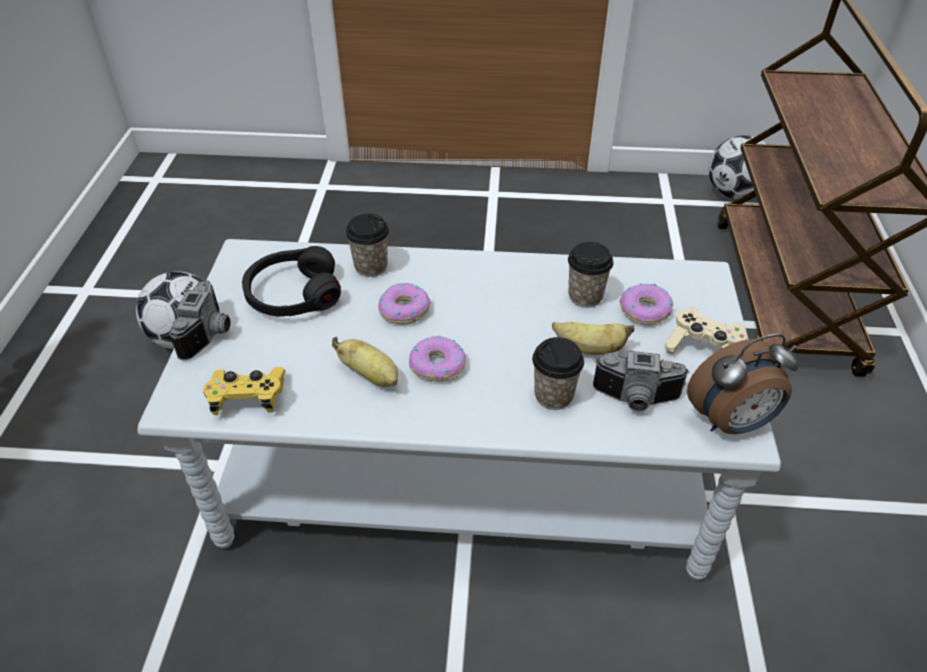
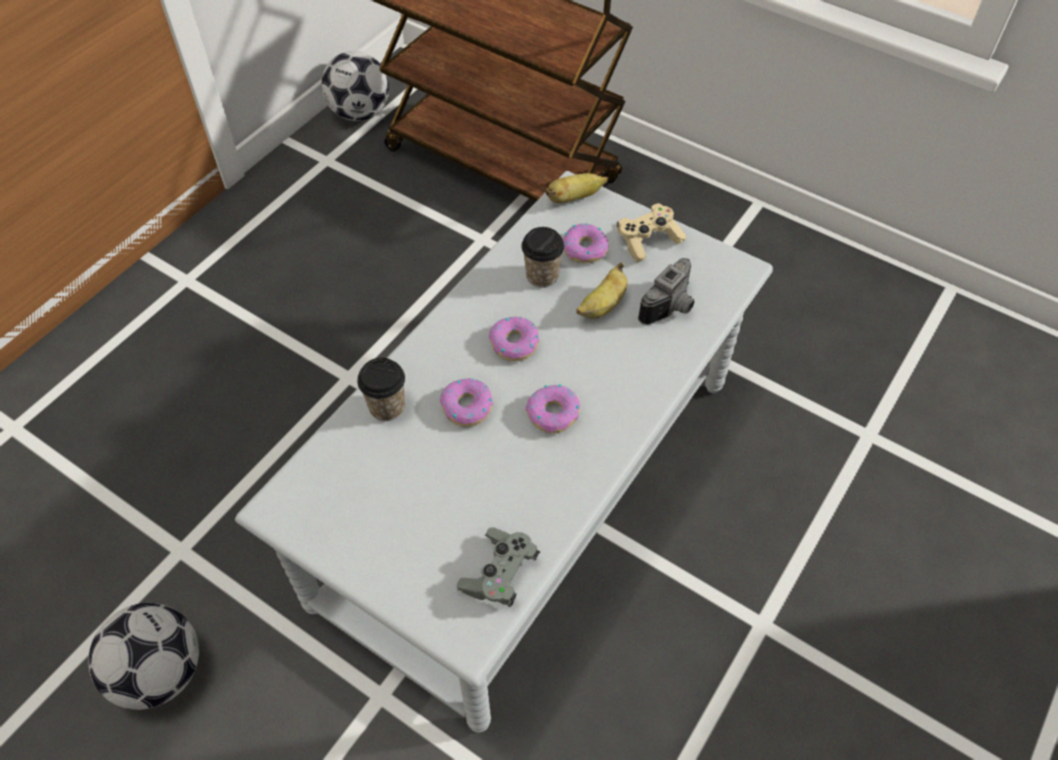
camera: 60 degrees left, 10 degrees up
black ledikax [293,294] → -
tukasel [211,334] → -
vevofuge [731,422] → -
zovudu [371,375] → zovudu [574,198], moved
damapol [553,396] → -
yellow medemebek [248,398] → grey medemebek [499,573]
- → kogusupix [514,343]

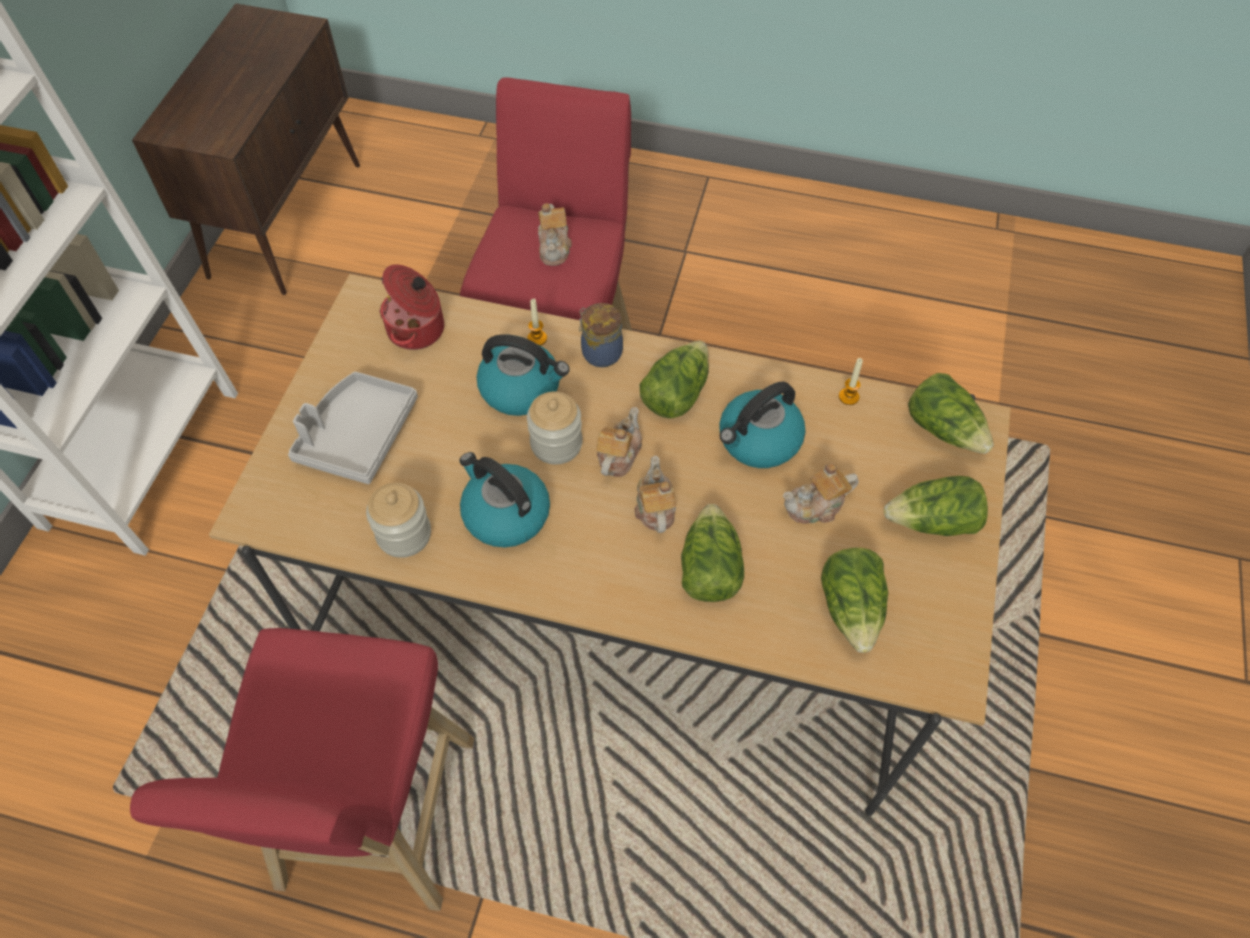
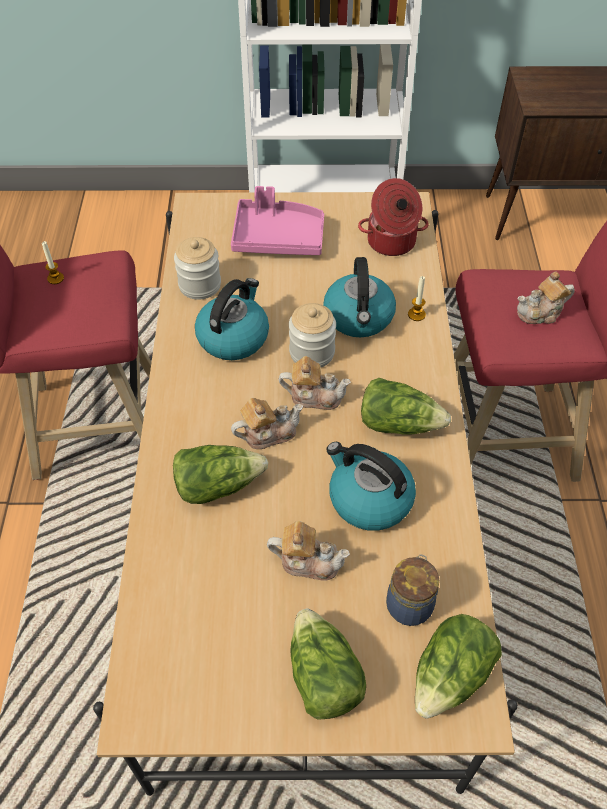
camera: 75 degrees right, 5 degrees down
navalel [600,352] → navalel [410,603], moved
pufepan [848,397] → pufepan [55,278], moved
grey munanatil [357,436] → pink munanatil [278,238]
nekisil [816,506] → nekisil [308,561], 135 degrees clockwise
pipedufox [852,608] → -

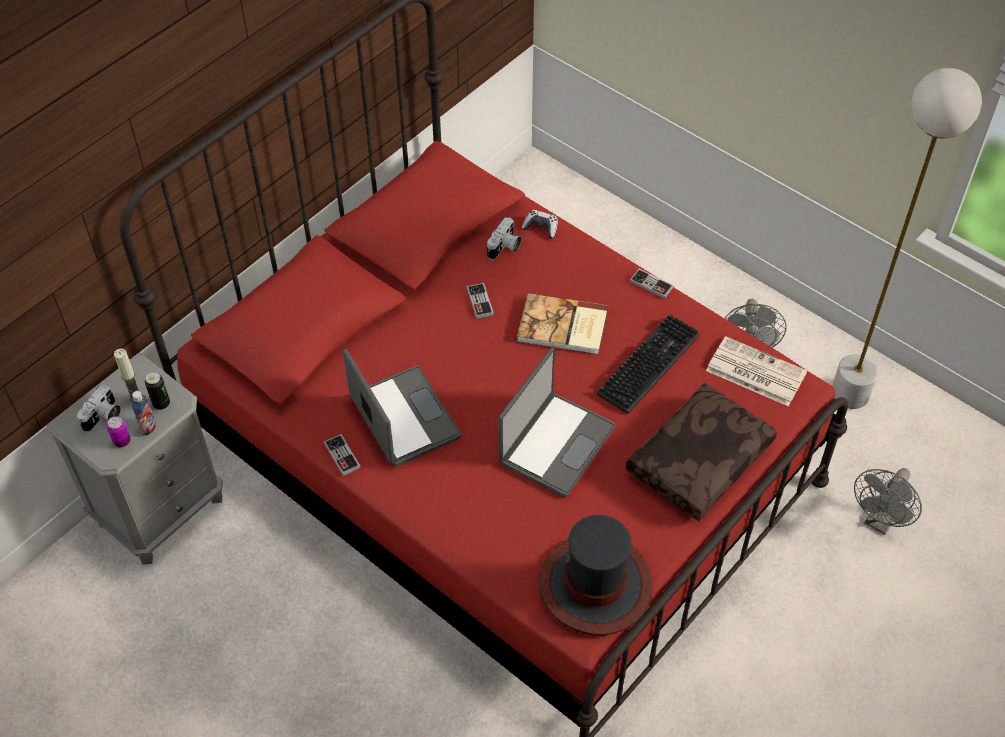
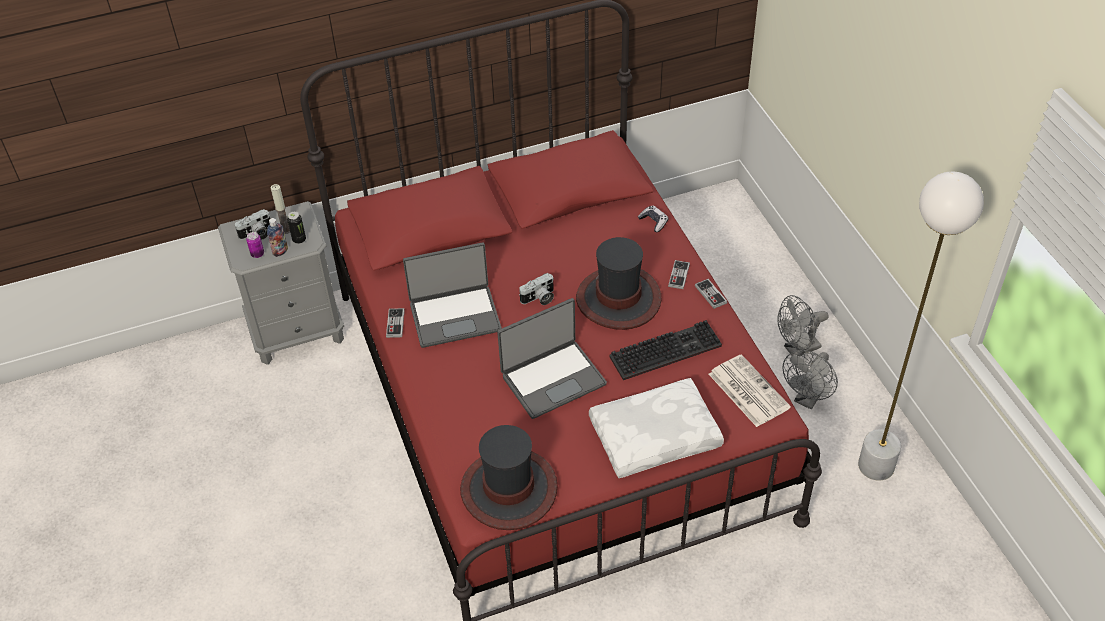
camera: 30 degrees right, 5 degrees down
tukasel [505,248] → tukasel [539,298], moved
medemebek [480,302] → medemebek [679,275], moved
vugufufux [563,327] → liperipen [619,299]
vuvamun [402,418] → vuvamun [455,316], 75 degrees clockwise
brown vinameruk [698,458] → white vinameruk [655,435]
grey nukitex [880,521] → grey nukitex [797,350], moved

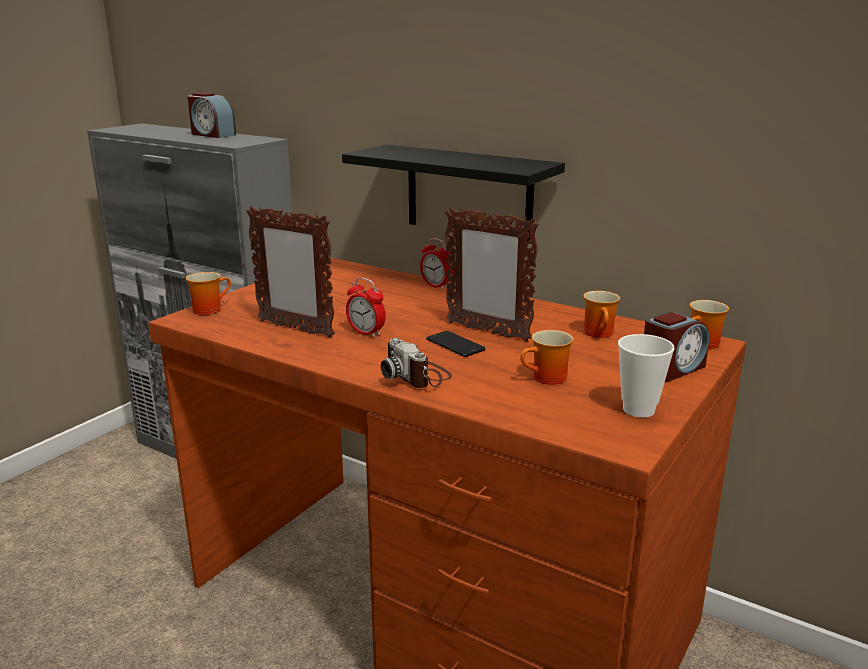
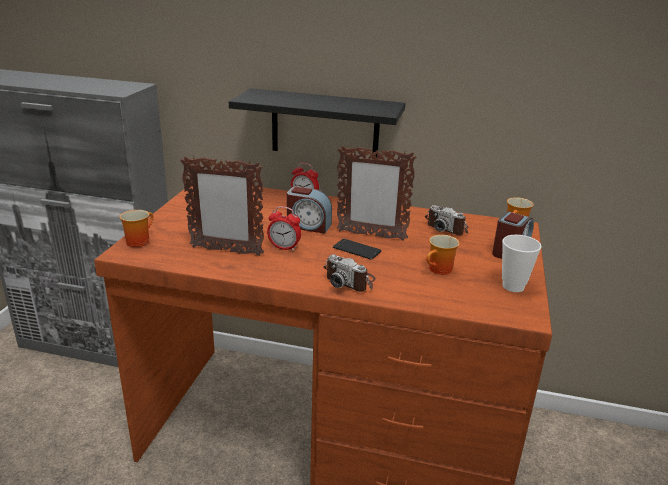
camera: 20 degrees left, 5 degrees up
vevofuge [212,134] → vevofuge [308,226], moved
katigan [601,334] → tukasel [447,227]

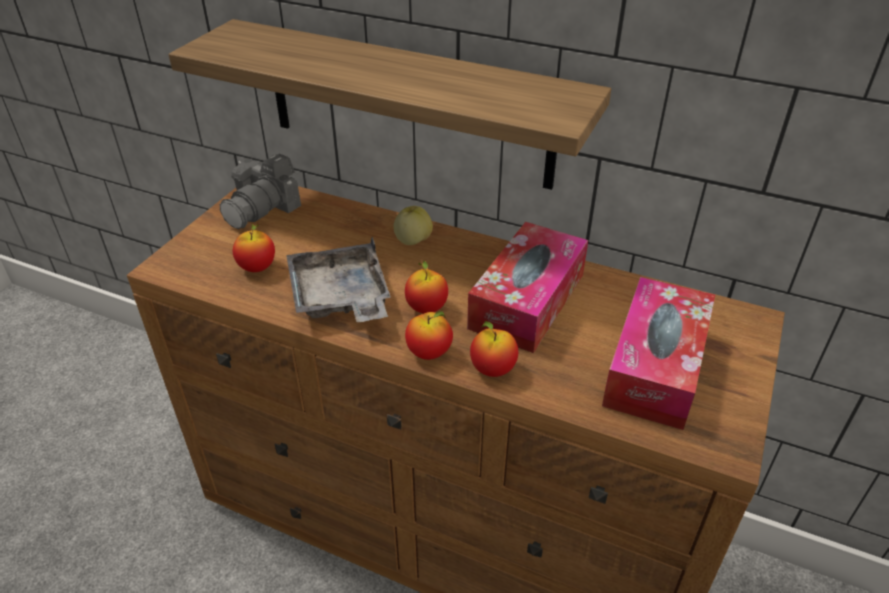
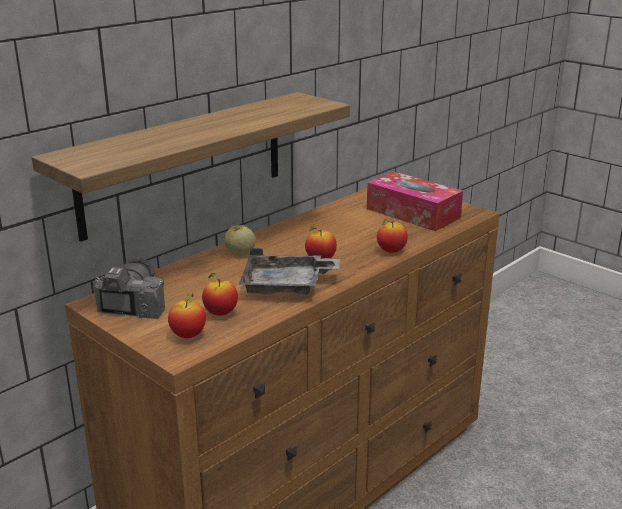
camera: 70 degrees left, 15 degrees down
tukasel [263,208] → tukasel [132,303], 135 degrees counterclockwise
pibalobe [527,301] → -
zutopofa [429,353] → zutopofa [188,335], moved

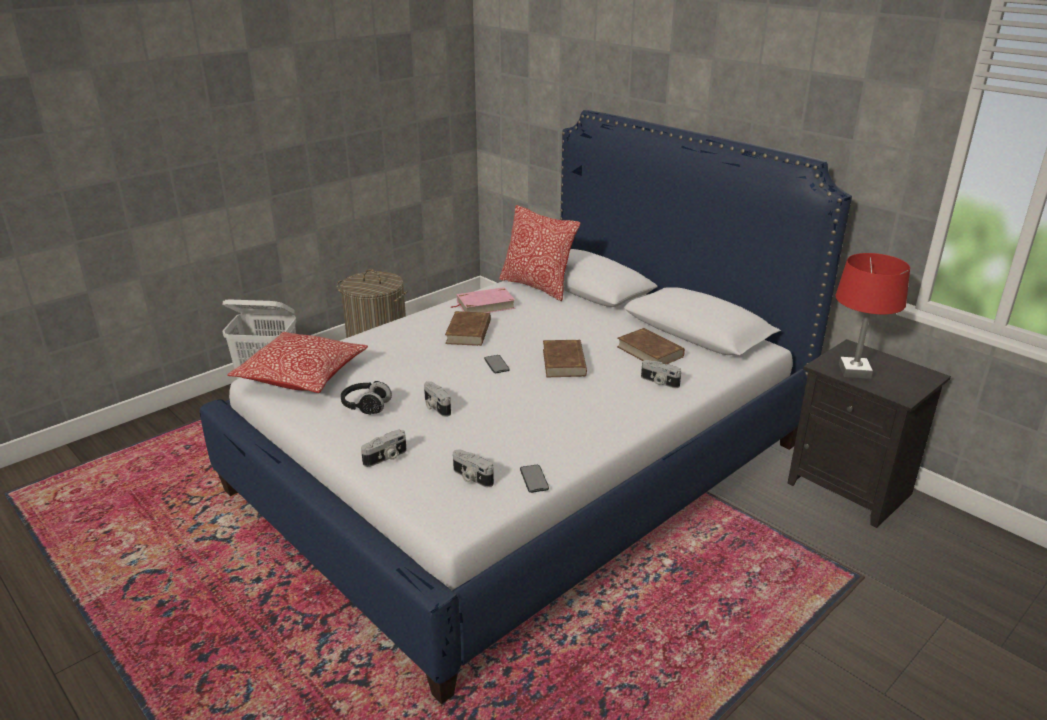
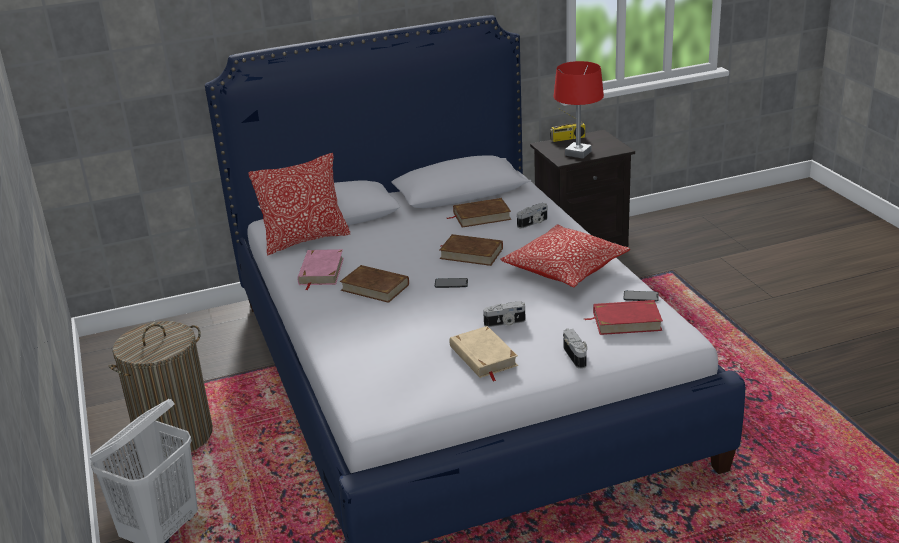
camera: 65 degrees left, 0 degrees up
vinameruk [302,376] → vinameruk [565,269], moved
black ledikax [366,407] → beige vugufufux [483,357]
tukasel [471,477] → red vugufufux [626,321]
- → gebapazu [567,138]

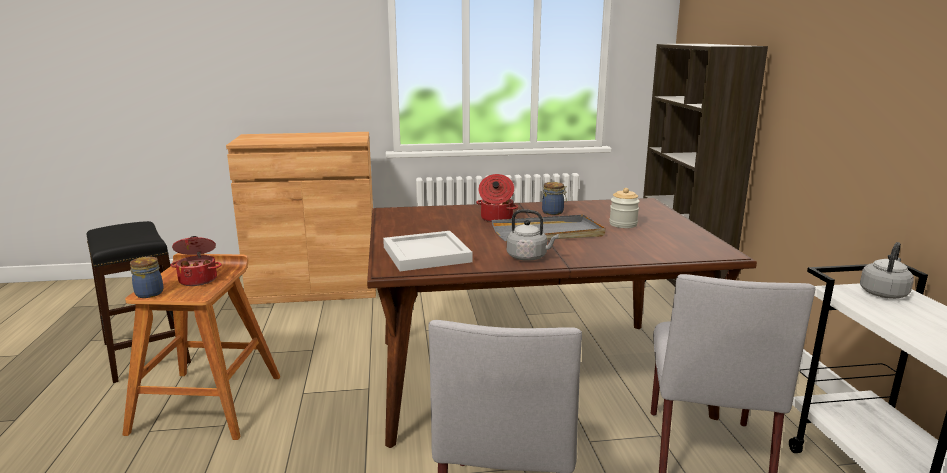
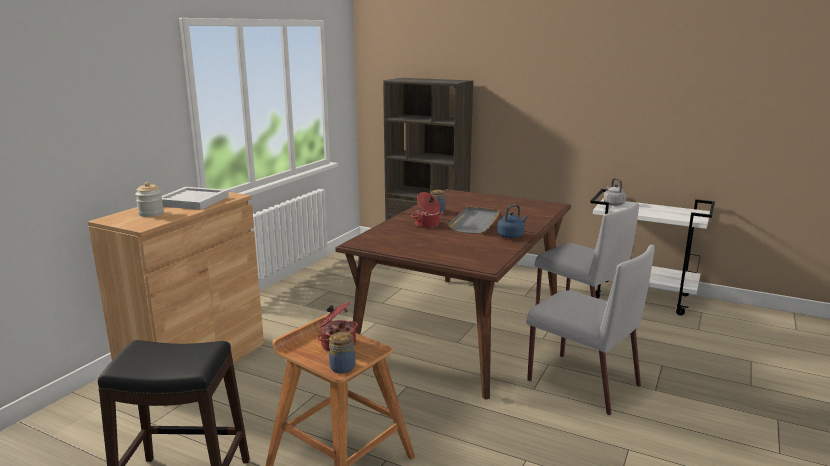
camera: 55 degrees left, 0 degrees up
navalel [623,224] → navalel [151,213], moved
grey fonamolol [529,257] → blue fonamolol [511,236]
white munanatil [428,254] → white munanatil [194,201], moved

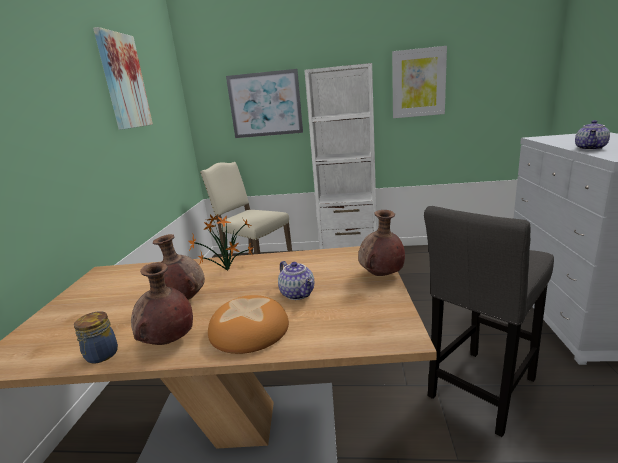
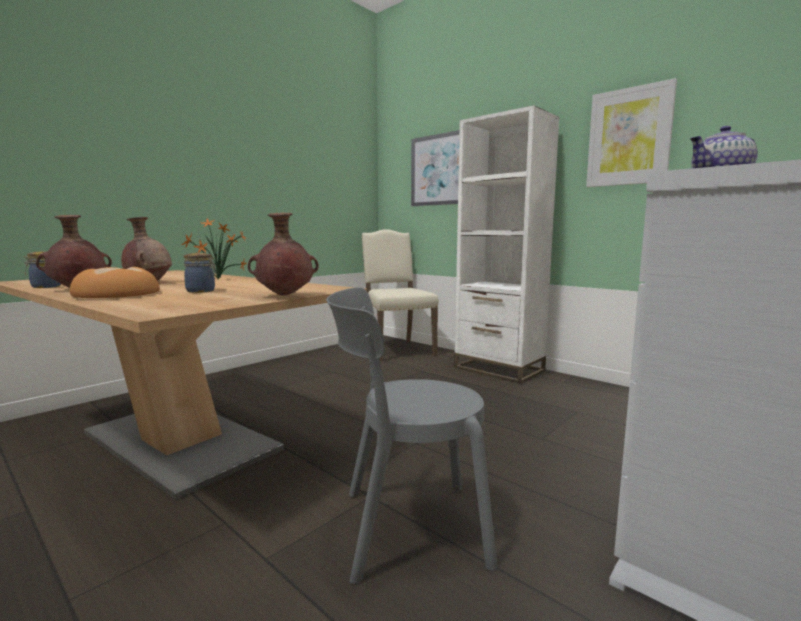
camera: 35 degrees right, 10 degrees down
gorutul [123,81] → -
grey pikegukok [480,391] → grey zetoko [404,527]
nekisil [298,294] → navalel [202,291]

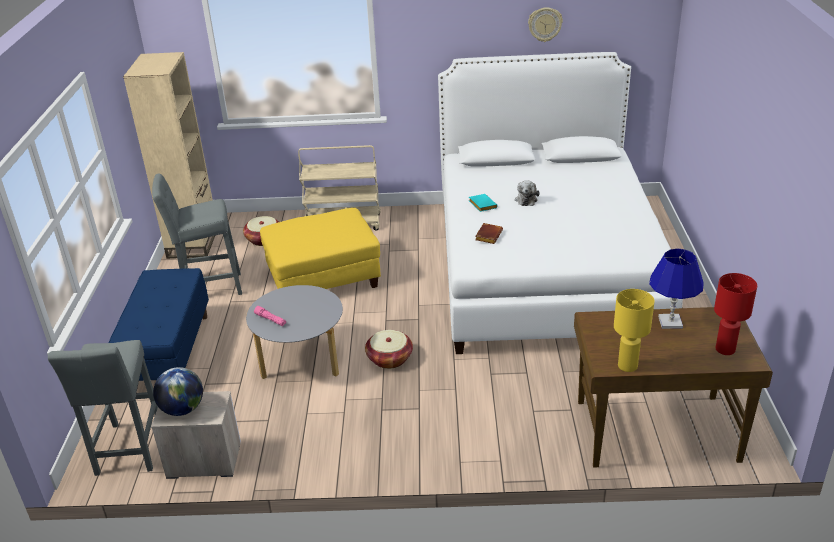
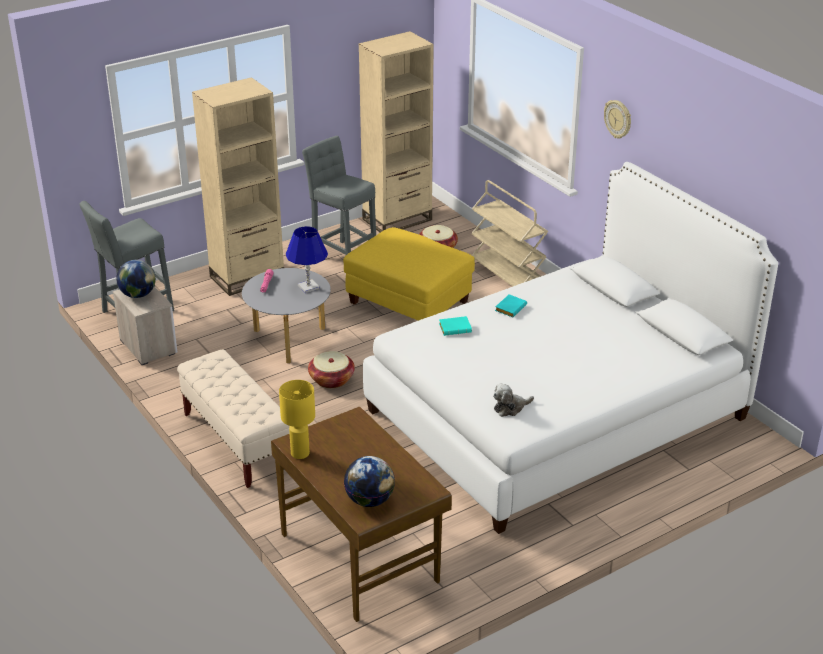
camera: 55 degrees right, 0 degrees up
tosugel [545,24] → tosugel [618,119], moved
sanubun [526,199] → sanubun [510,408], moved
brown vugufufux [488,235] → turquoise vugufufux [455,328]
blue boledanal [670,322] → blue boledanal [308,287], moved
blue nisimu [168,353] → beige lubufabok [247,277]
red boledanal [725,349] → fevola [370,501]
- → beige nisimu [237,441]

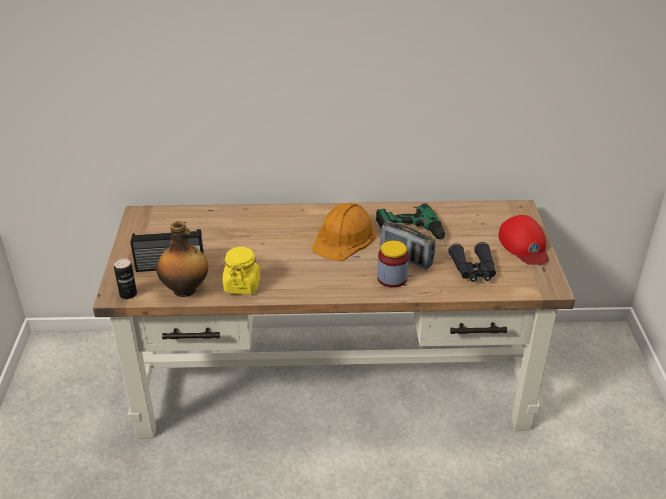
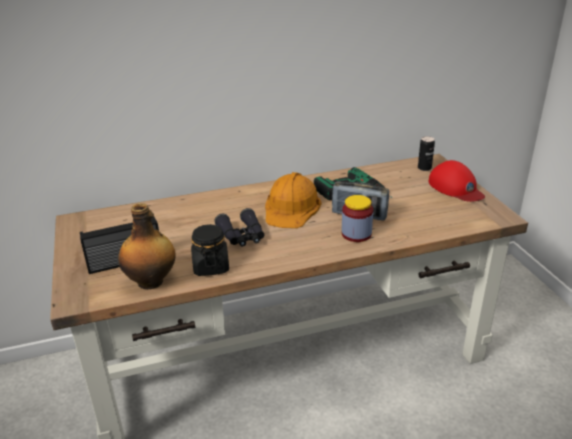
camera: 15 degrees left, 5 degrees down
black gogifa [473,270] → black gogifa [242,236], moved
yellow navalel [242,285] → black navalel [211,266]
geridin [128,294] → geridin [424,168], moved

